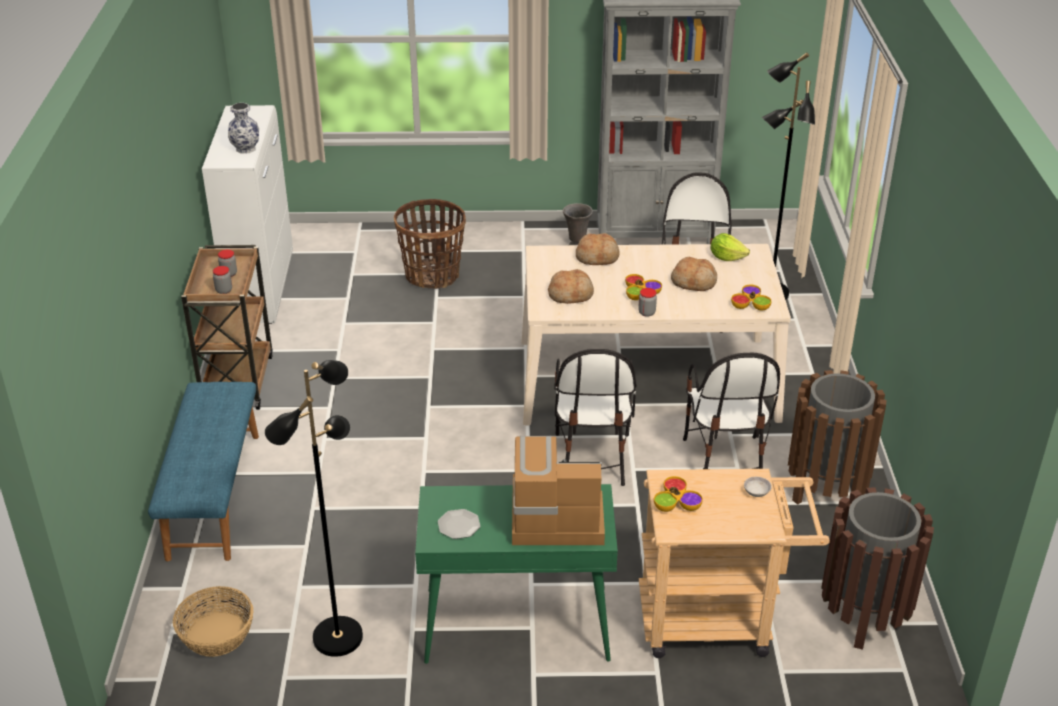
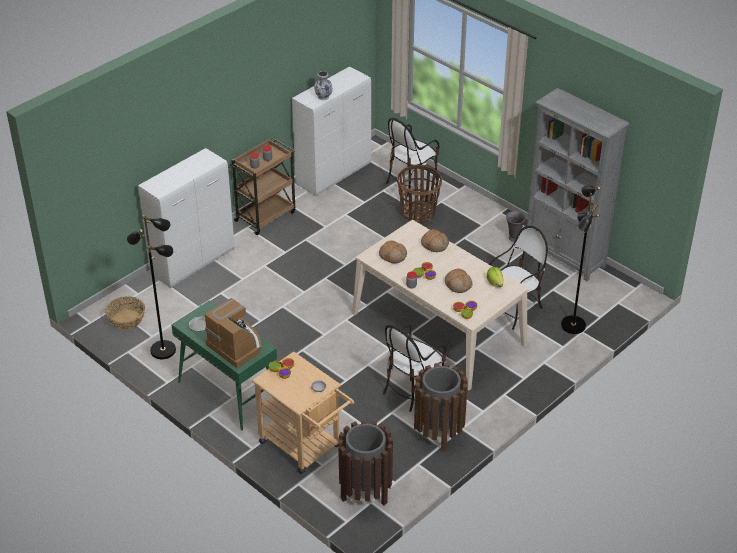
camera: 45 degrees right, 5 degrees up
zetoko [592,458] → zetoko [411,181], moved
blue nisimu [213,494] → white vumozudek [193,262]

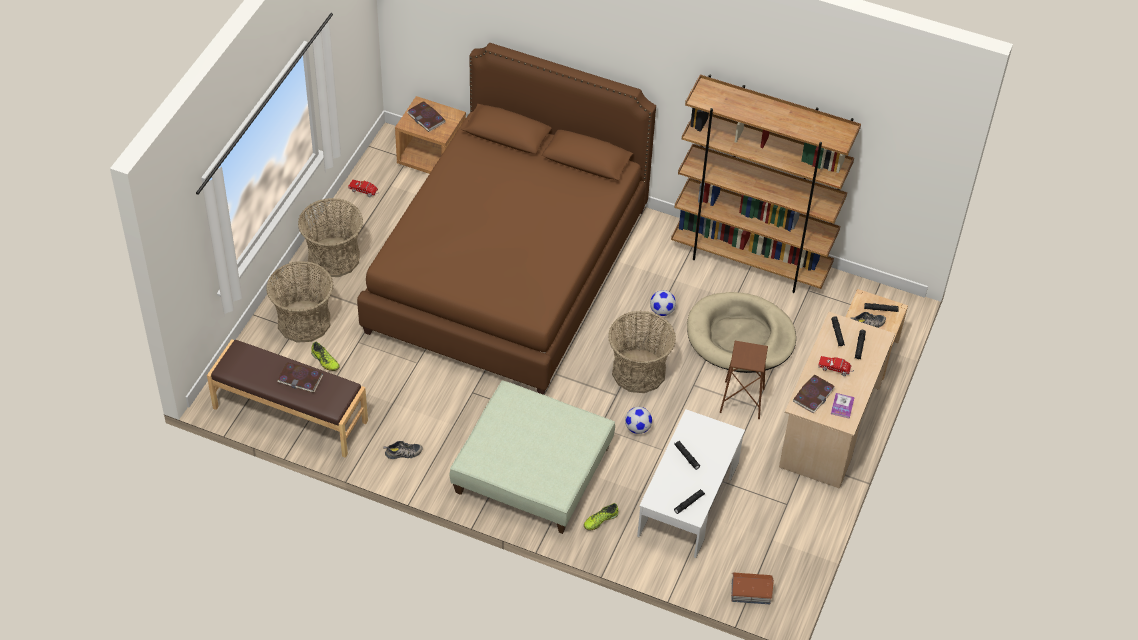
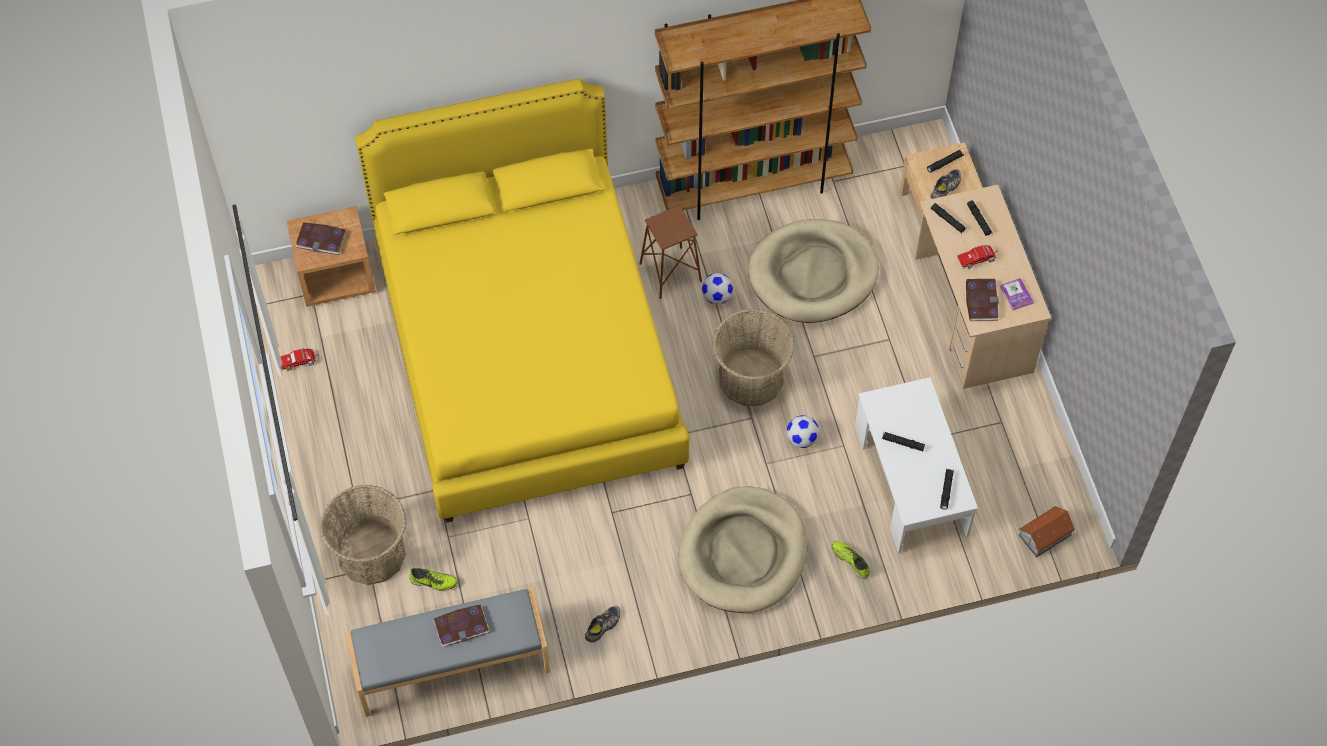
camera: 35 degrees left, 10 degrees up
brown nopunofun [508,269] → yellow nopunofun [527,352]
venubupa [333,257] → -
brown nisimu [290,415] → grey nisimu [452,667]
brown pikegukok [742,400] → brown pikegukok [670,272], moved
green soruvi [533,469] → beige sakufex [743,553]
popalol [600,520] → popalol [851,561], 120 degrees clockwise

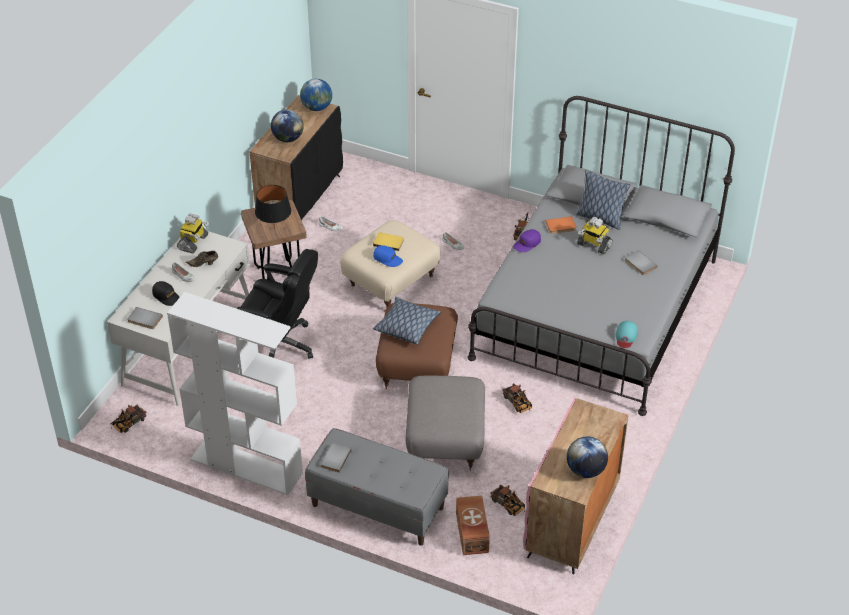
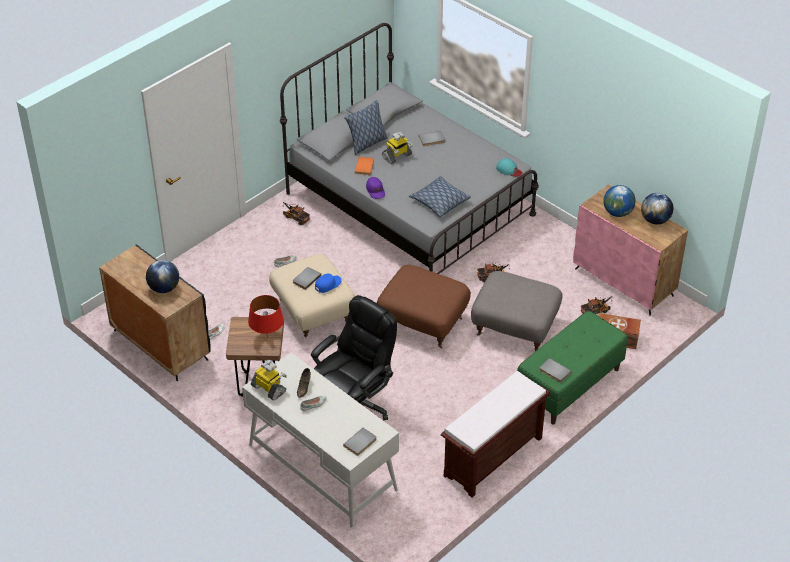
camera: 70 degrees left, 0 degrees up
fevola [317,108] → fevola [617,213], moved
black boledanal [274,229] → red boledanal [267,337]
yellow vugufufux [389,242] → grey vugufufux [306,278]
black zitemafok [166,296] → -
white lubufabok [245,467] → brown nisimu [492,458]
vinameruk [406,326] → vinameruk [439,202], moved
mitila [128,424] → -
grey nisimu [377,507] → green nisimu [569,385]

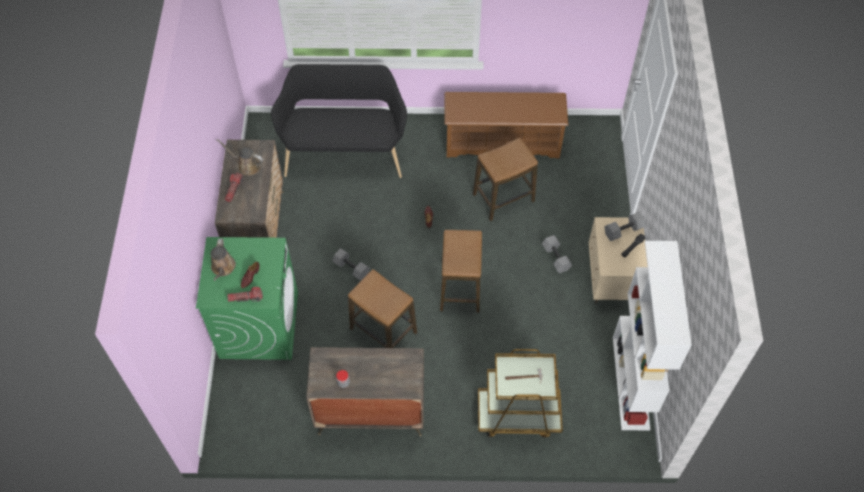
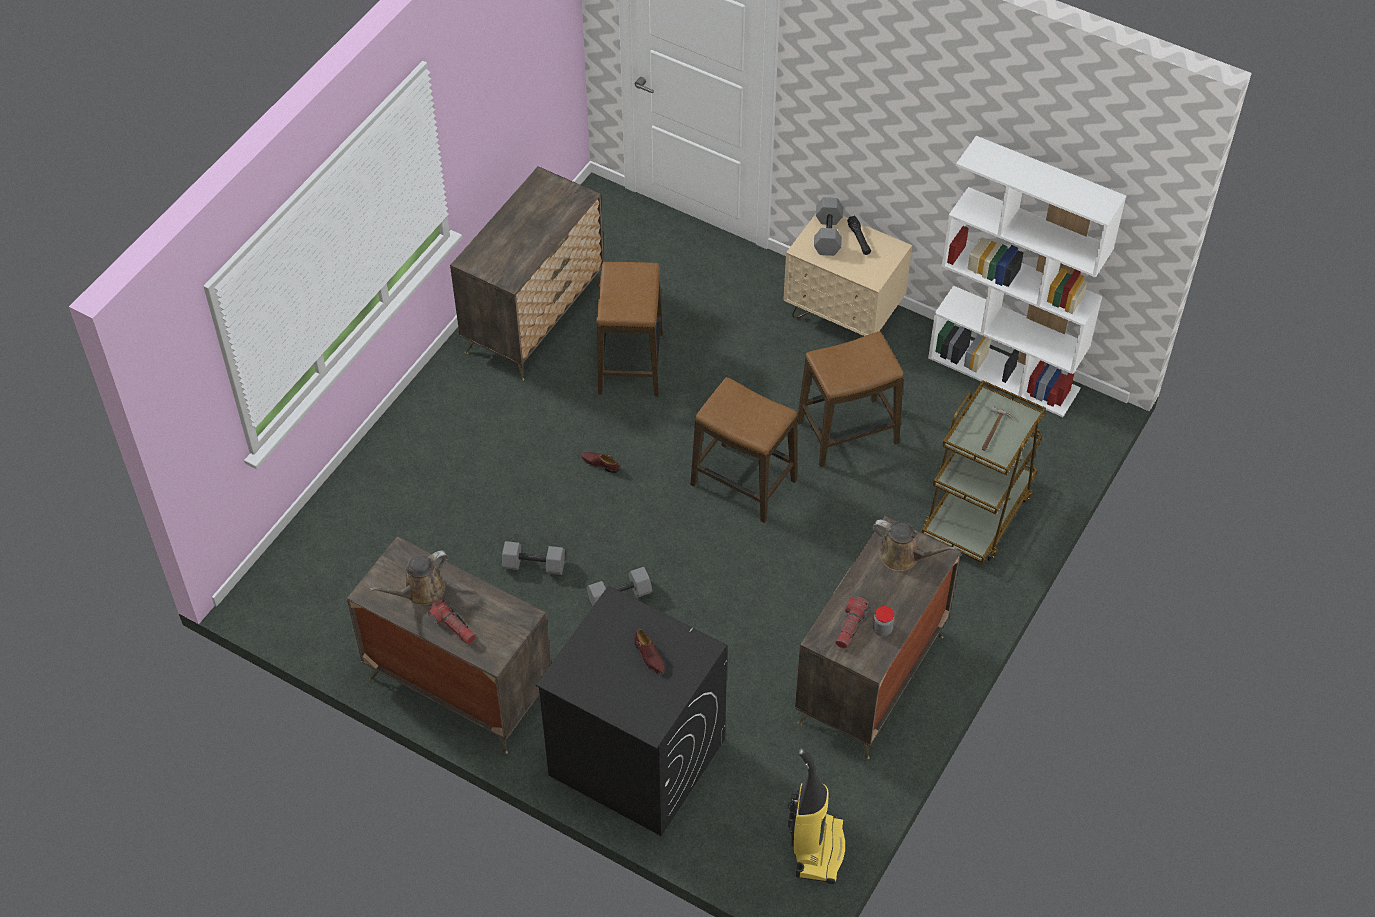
camera: 60 degrees left, 5 degrees down
black nisimu [344,152] → -
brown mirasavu [502,142] → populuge [535,318]
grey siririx [555,258] → grey siririx [533,566], moved
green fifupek [259,324] → black fifupek [635,757]
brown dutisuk [223,268] → brown dutisuk [903,556], moved
pikegukok [383,331] → pikegukok [848,432], moved
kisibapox [245,298] → kisibapox [850,626], moved
- → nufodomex [817,848]

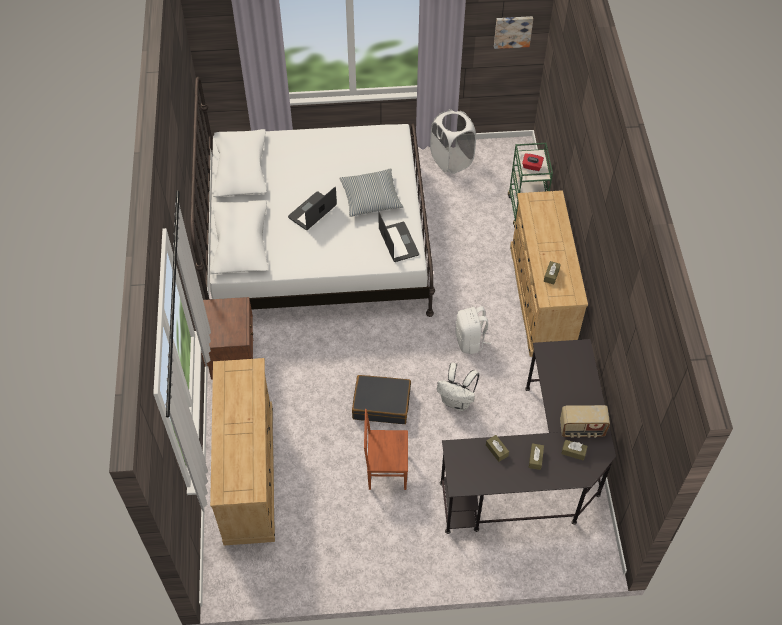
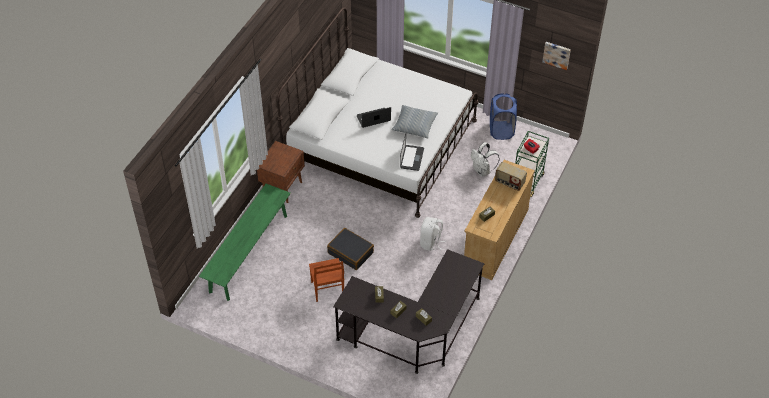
camera: 30 degrees right, 5 degrees down
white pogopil [451,160] → blue pogopil [501,130]
beige populuge [248,472] → green nisimu [249,253]
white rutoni [457,401] → white rutoni [482,171], moved
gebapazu [582,429] → gebapazu [509,183], moved
brown zetoko [386,470] → brown zetoko [327,289], 135 degrees counterclockwise

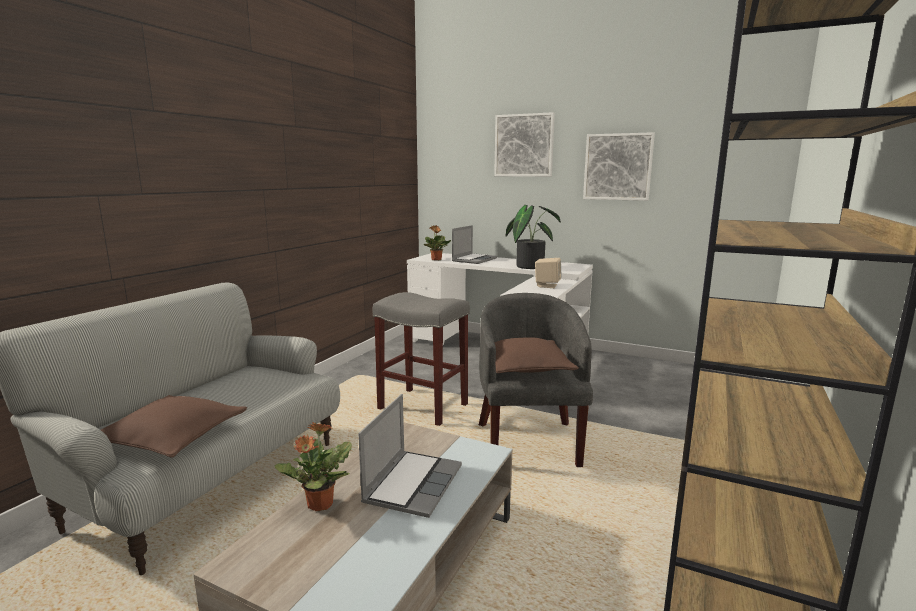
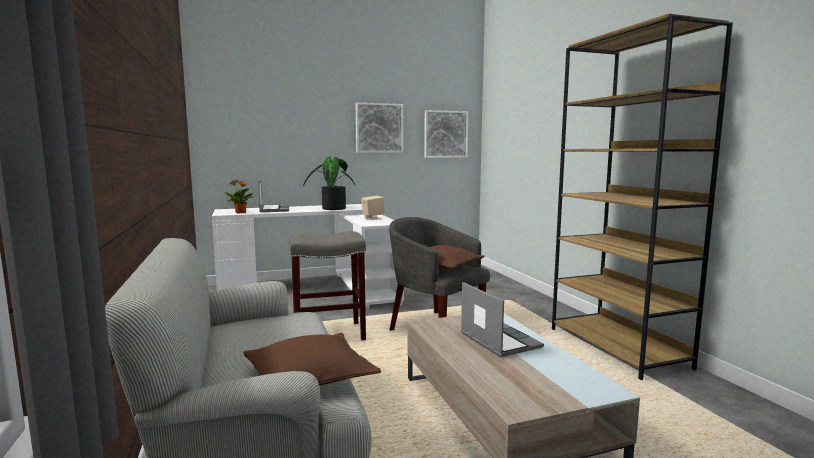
camera: 45 degrees left, 5 degrees down
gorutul [524,145] → gorutul [445,134], moved
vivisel [319,505] → -

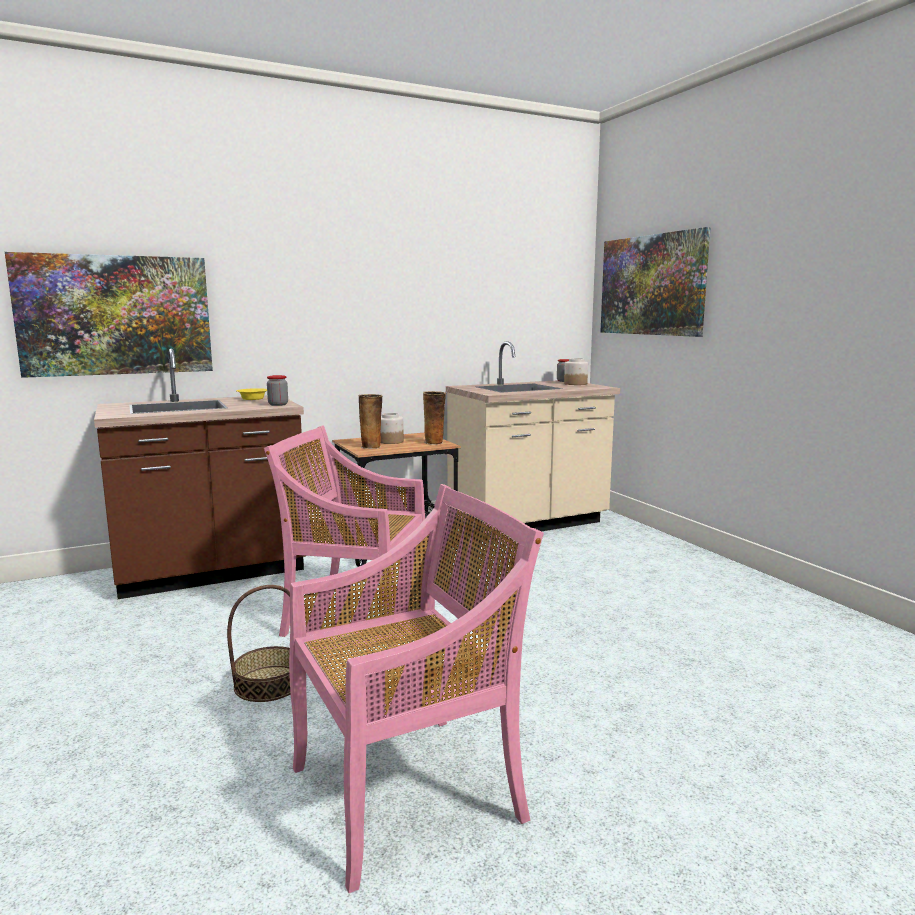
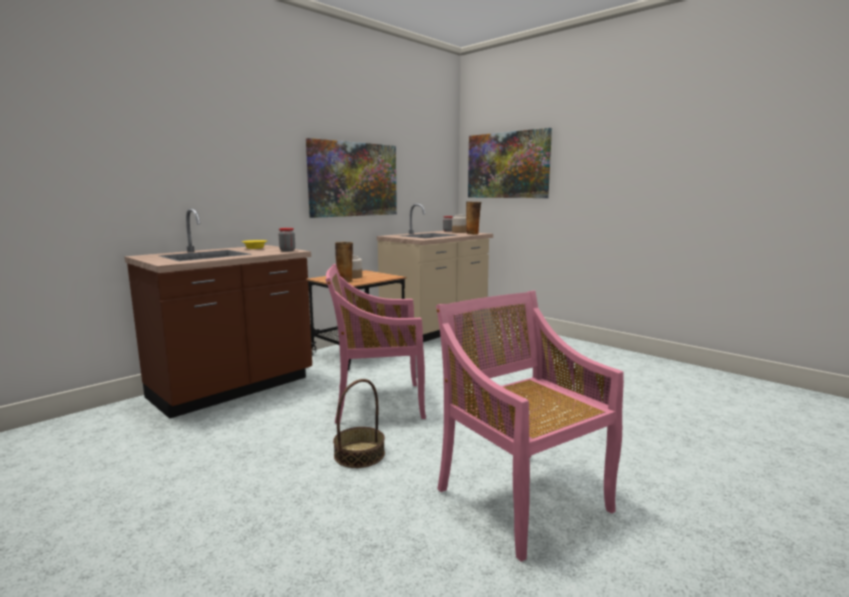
camera: 20 degrees left, 0 degrees up
gorutul [116,315] → gorutul [353,179], moved
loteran [434,442] → loteran [473,234], moved
pink zetoko [409,791] → pink zetoko [521,498], 75 degrees counterclockwise

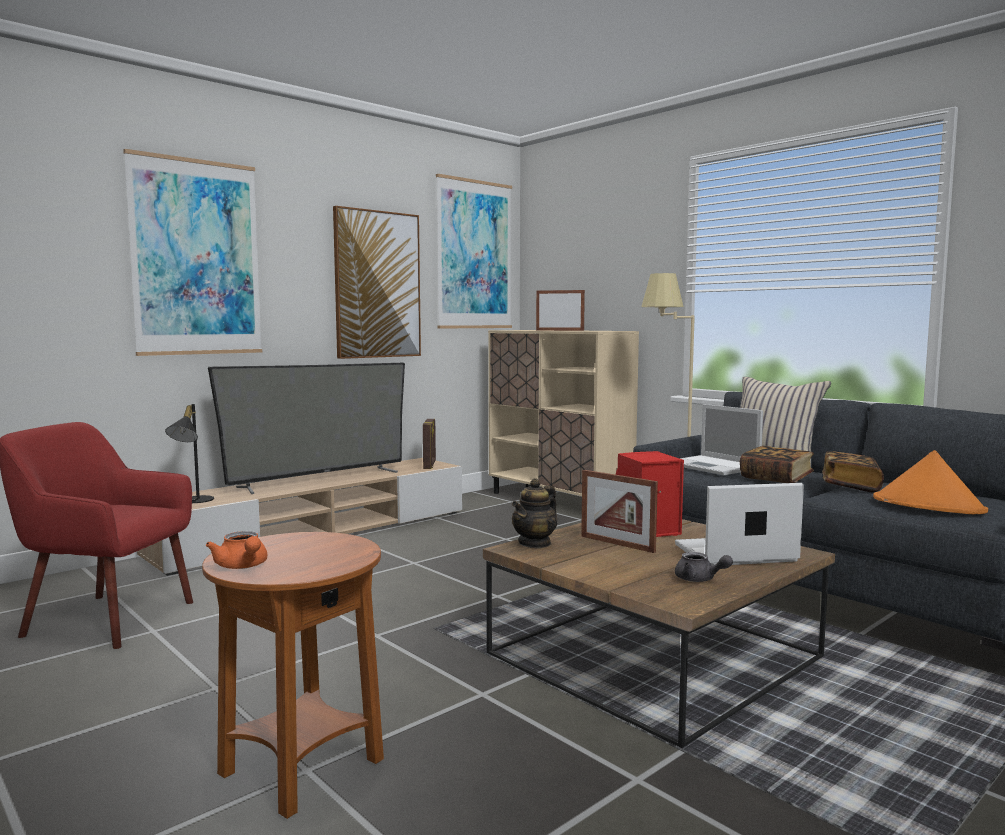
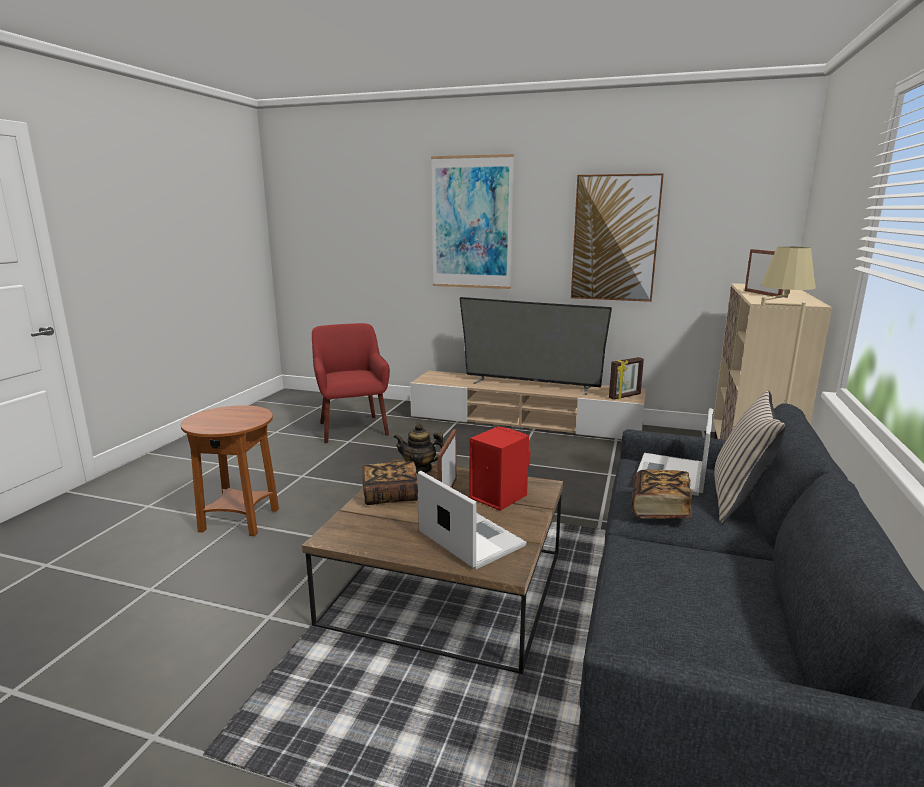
camera: 60 degrees right, 10 degrees up
gorutul [474,255] → -
black boledanal [193,501] → -
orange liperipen [928,505] → -
vugufufux [850,486] → vugufufux [390,495], moved
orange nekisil [242,566] → -
grey nekisil [699,580] → -

